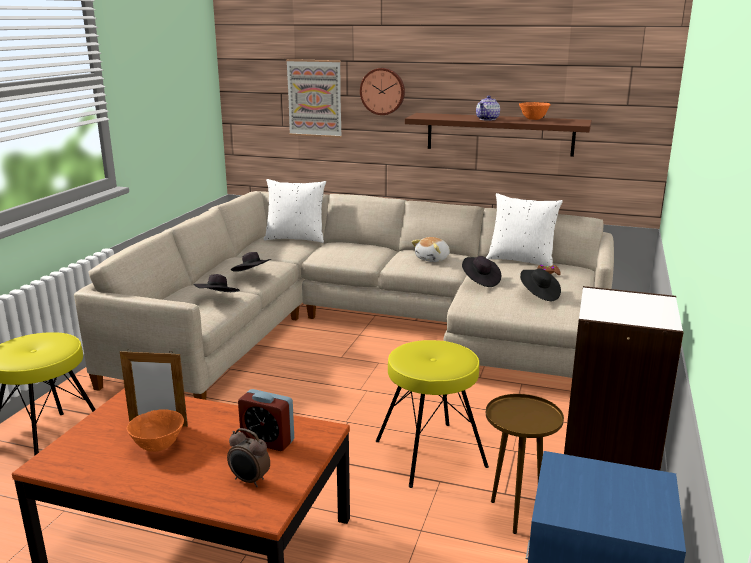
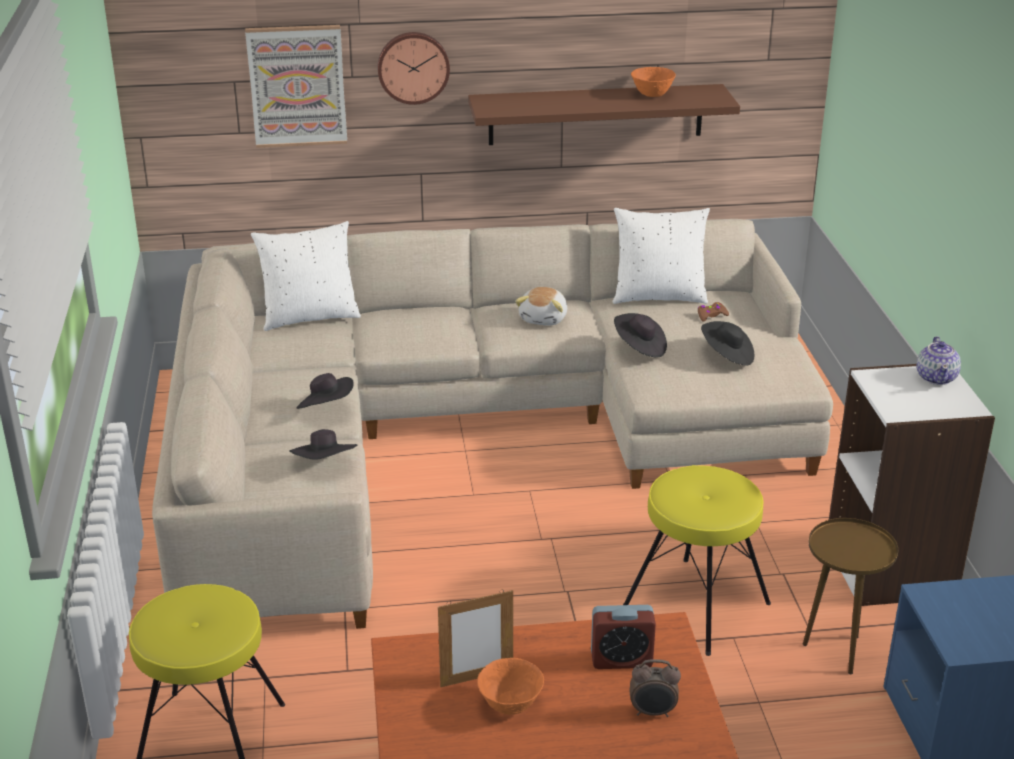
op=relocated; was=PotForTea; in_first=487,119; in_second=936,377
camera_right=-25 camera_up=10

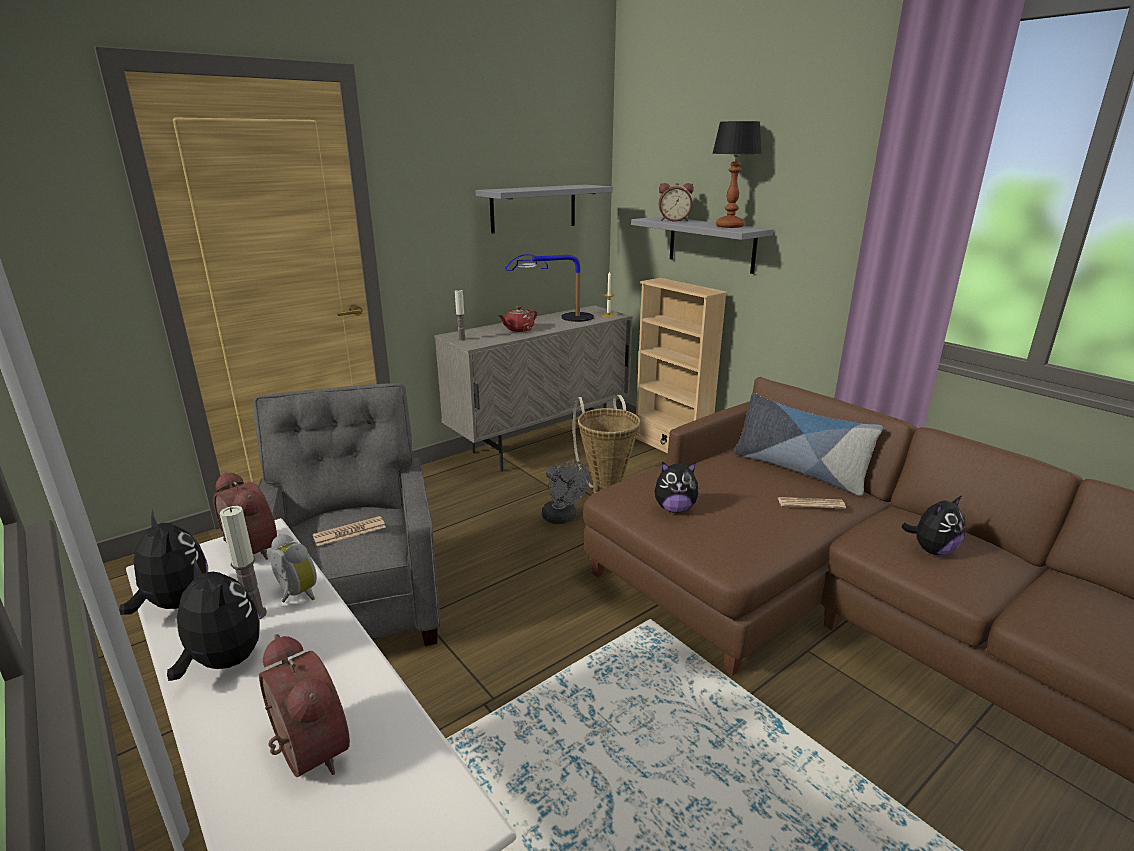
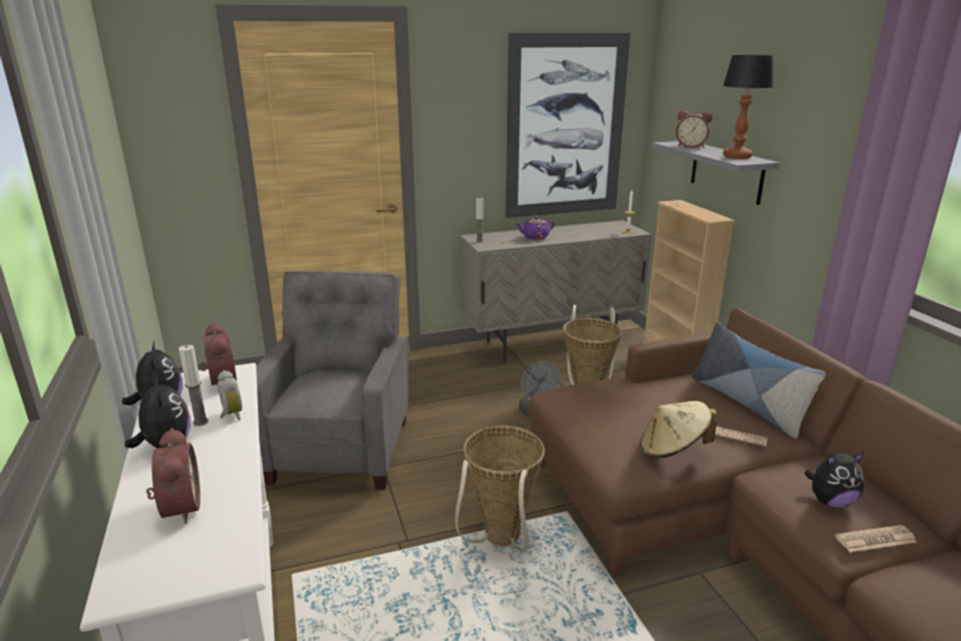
op=relocated; was=PrintedPaper; in_first=349,532; in_second=875,539
op=exchanged; was=GrayWallShelf; now=WallPicture; in_first=533,208; in_second=565,127
op=colour; was=RedPotForTea; now=PurpleColouredPotForTea; in_first=518,329; in_second=535,237
op=missing; was=TabletopLamp; in_first=560,319
op=missing; was=SoftToy; in_first=674,509
op=appeared; now=HouseholdBasket; in_second=500,542
op=appeared; now=BeigeColouredClothingHat; in_second=672,450
camera_right=20 camera_up=0

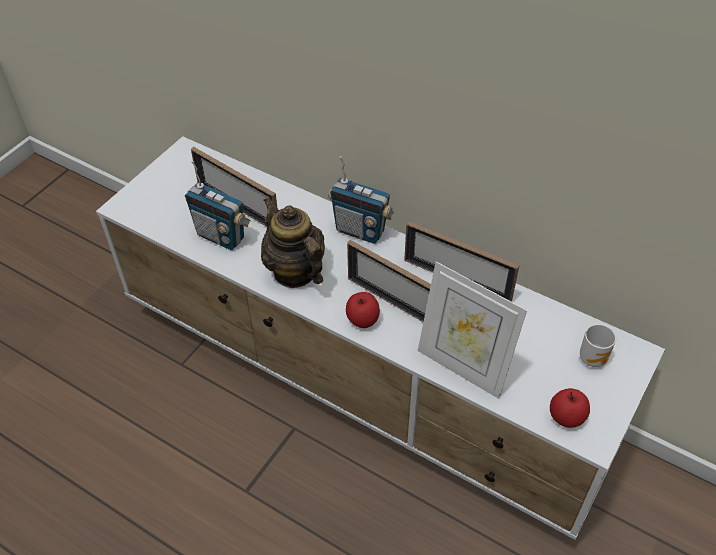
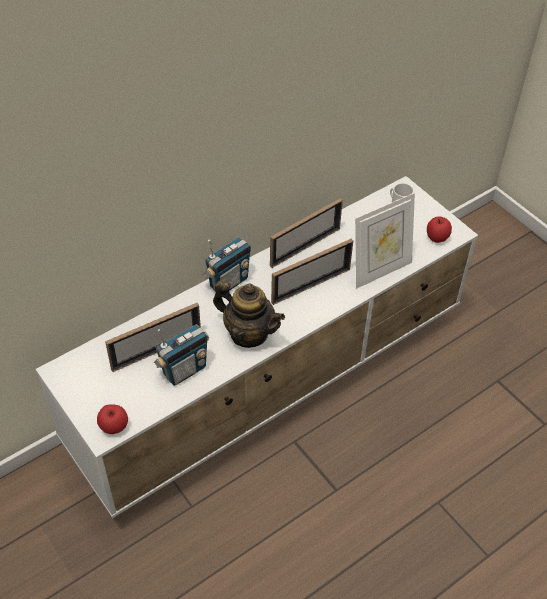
op=spun; was=PotForTea; in_first=295,271; in_second=249,333; clockwise=-135
op=relocated; was=AppleFruit; in_first=362,319; in_second=114,426
camera_right=-70 camera_up=0

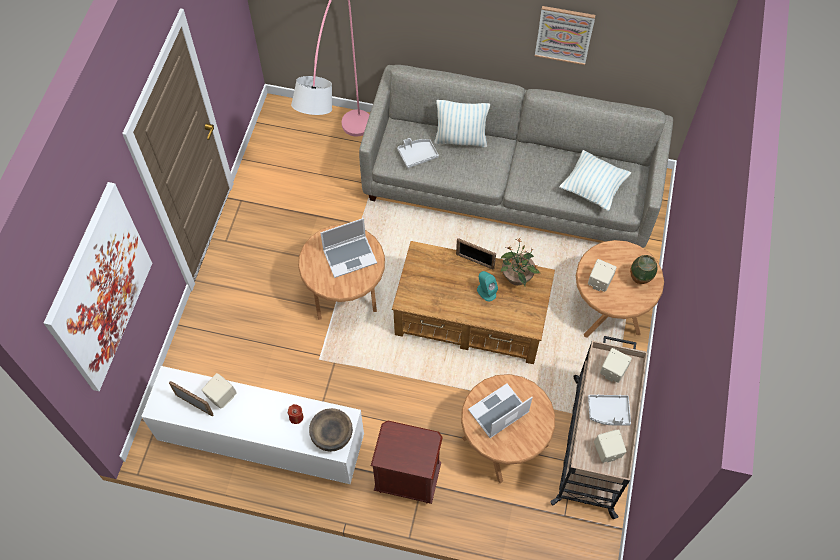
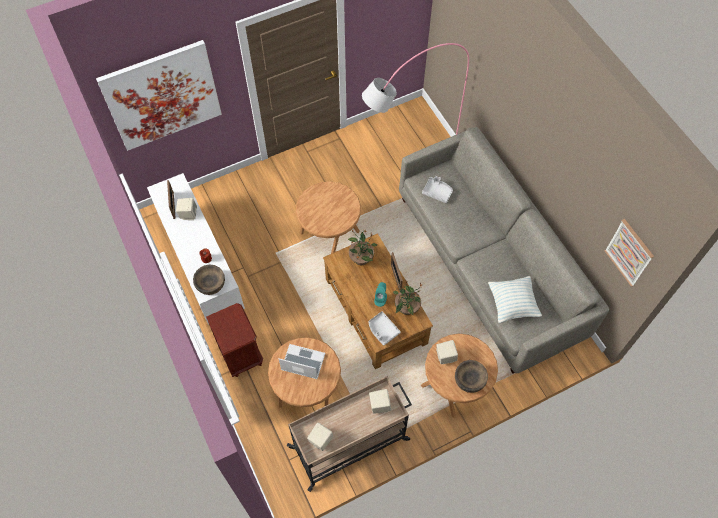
op=missing; was=NotebookComputer; in_first=350,256
op=missing; was=Pillow; in_first=461,139
op=relocated; was=WallPicture; in_first=564,34; in_second=629,252
op=relocated; was=GrayTray; in_first=608,412; in_second=382,330
op=exchanged; was=Vase; now=BrownishDeepDish; in_first=639,280; in_second=469,380
op=appeared; now=PlantInAPot; in_second=361,258
camera_right=50 camera_up=0

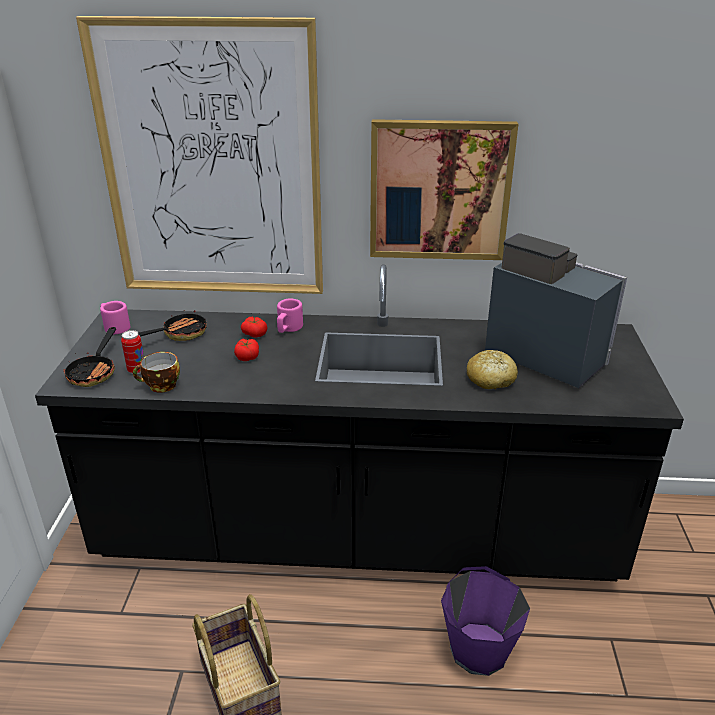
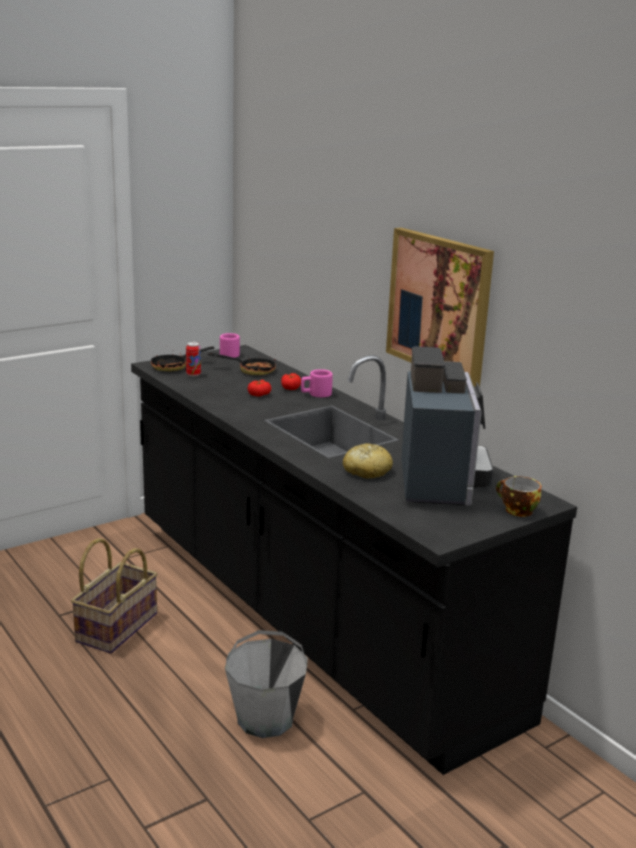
op=missing; was=WallPicture; in_first=212,165
op=relocated; was=SmallCup; in_first=161,386; in_second=516,510
op=colour; was=PurpleColouredPail; now=GrayPail; in_first=478,649; in_second=265,718
camera_right=50 camera_up=-10

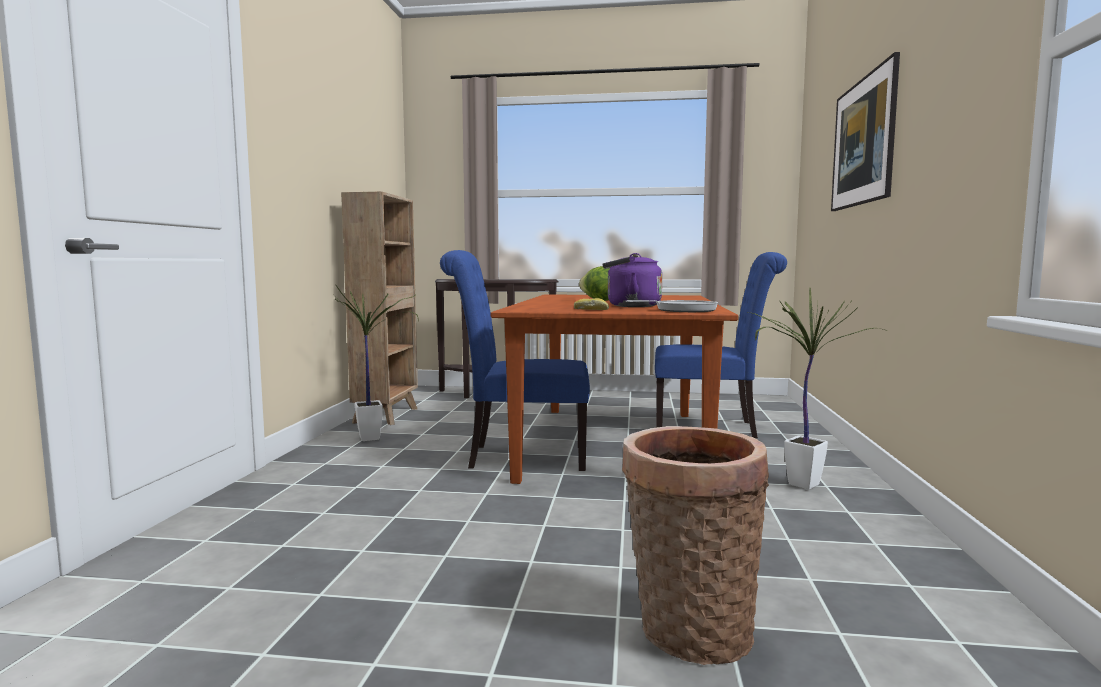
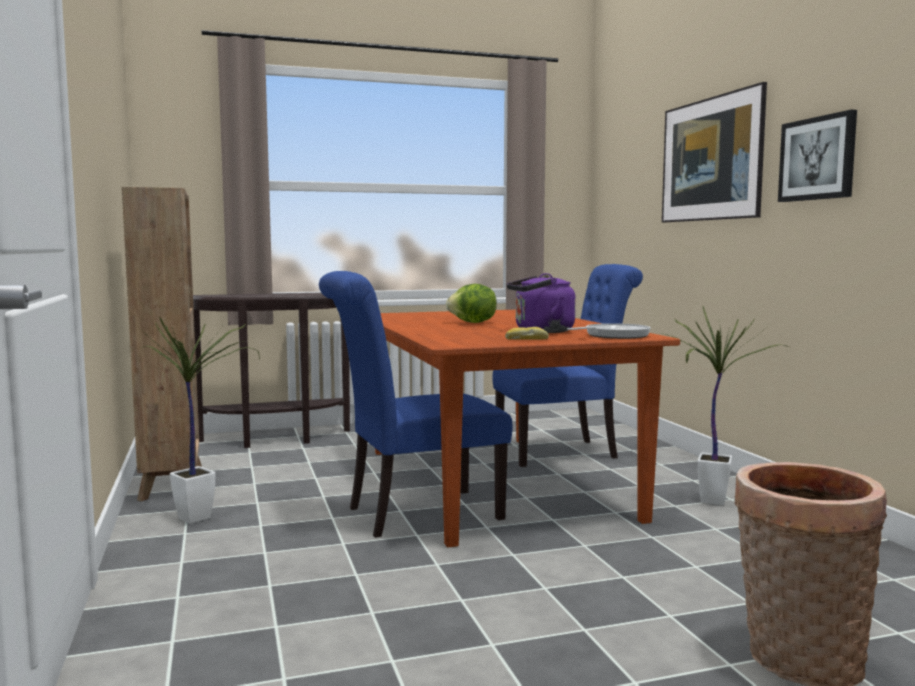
op=appeared; now=WallPicture; in_second=818,158
camera_right=-25 camera_up=0

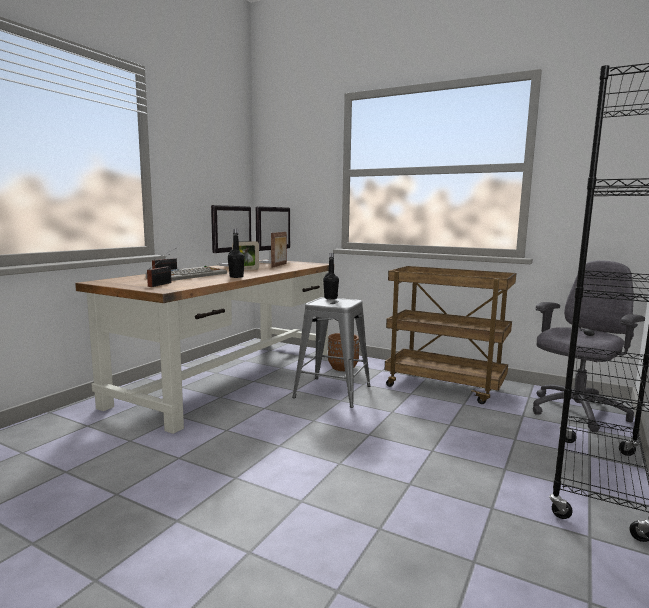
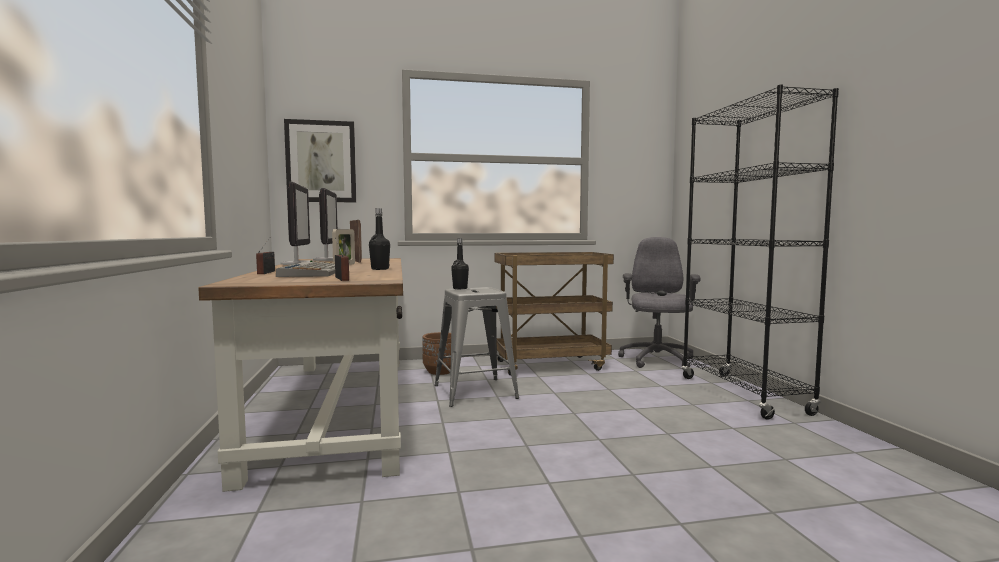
op=appeared; now=WallPicture; in_second=321,162
camera_right=-40 camera_up=-5

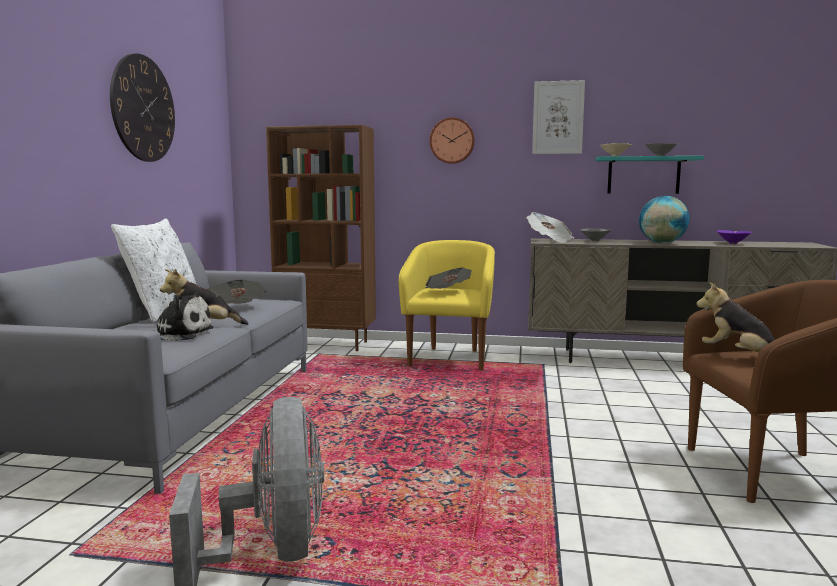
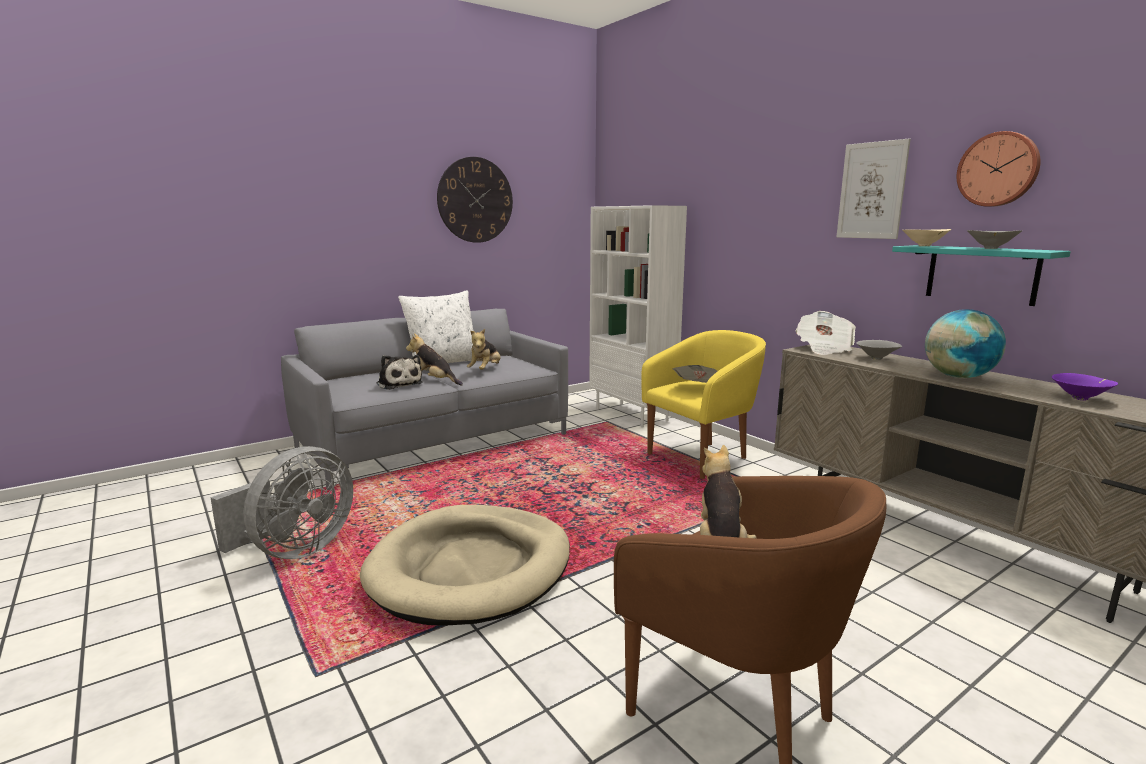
op=exchanged; was=PrintedPaper; now=SoftToy; in_first=237,308; in_second=485,370
op=colour; was=BrownishBookcase; now=WhiteColouredBookcase; in_first=327,344; in_second=632,414
op=relocated; was=WallClock; in_first=452,140; in_second=998,169
op=appeared; now=BeigeColouredPetBed; in_second=471,568
camera_right=45 camera_up=5

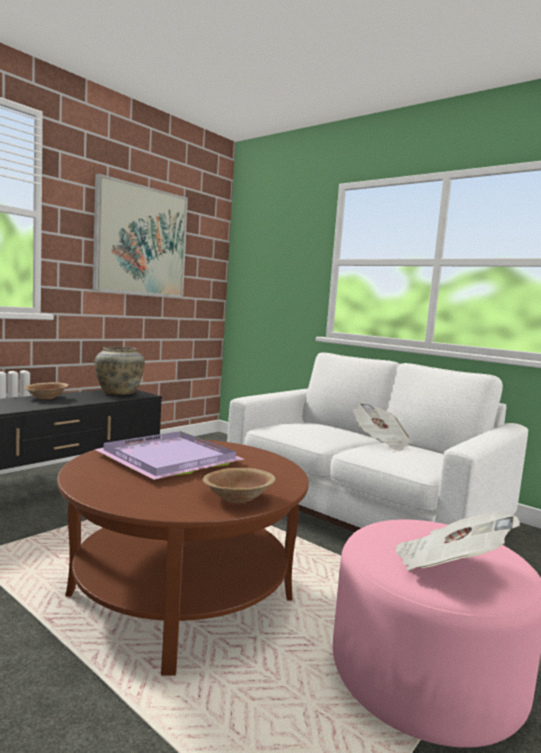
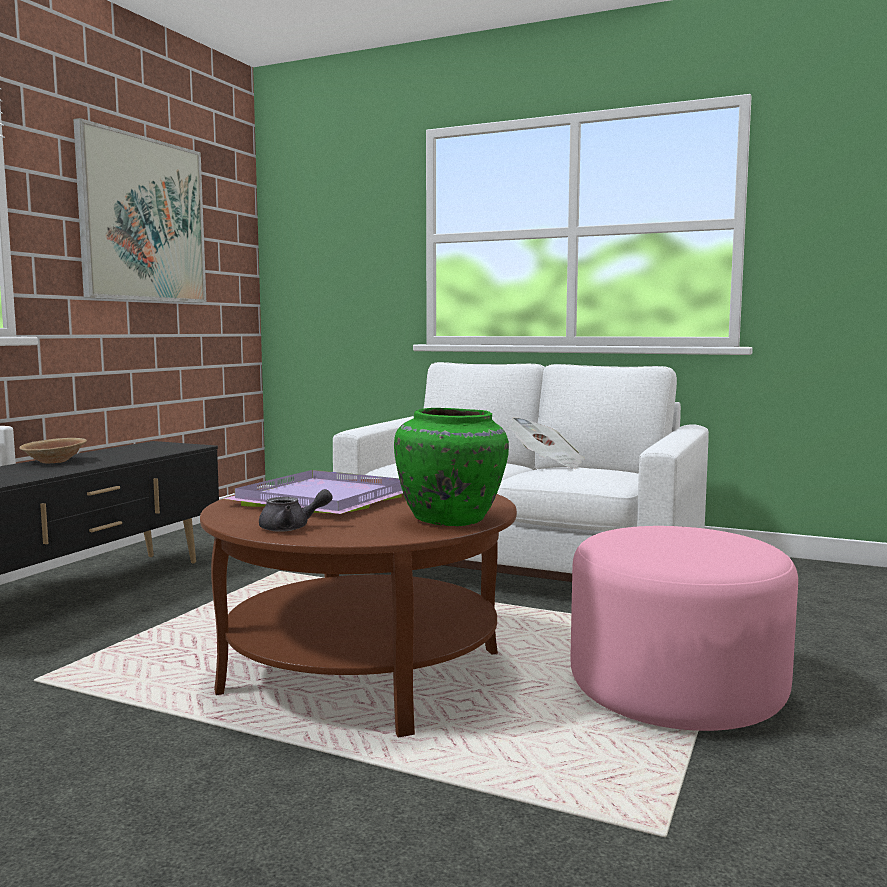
op=missing; was=BeigeColouredVase; in_first=119,393
op=exchanged; was=BrownishDeepDish; now=GreenVase; in_first=237,498; in_second=451,520
op=missing; was=PrintedPaper; in_first=447,567
op=appeared; now=GrayPotForTea; in_second=291,528
camera_right=-15 camera_up=0

